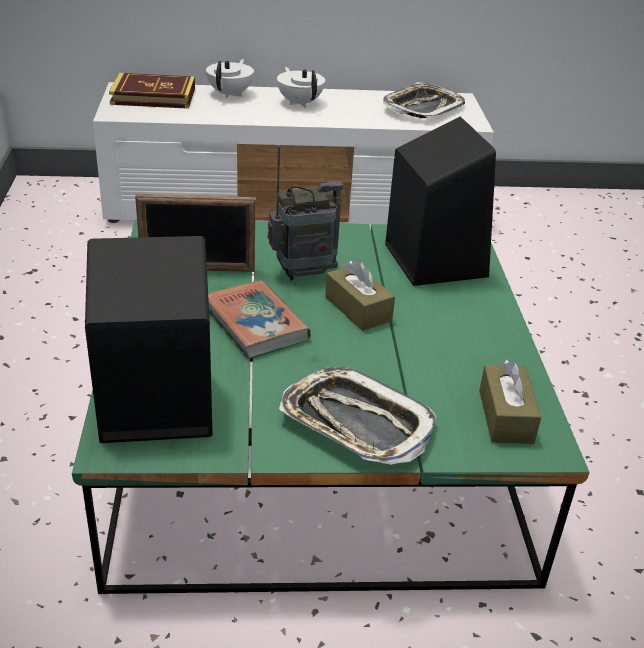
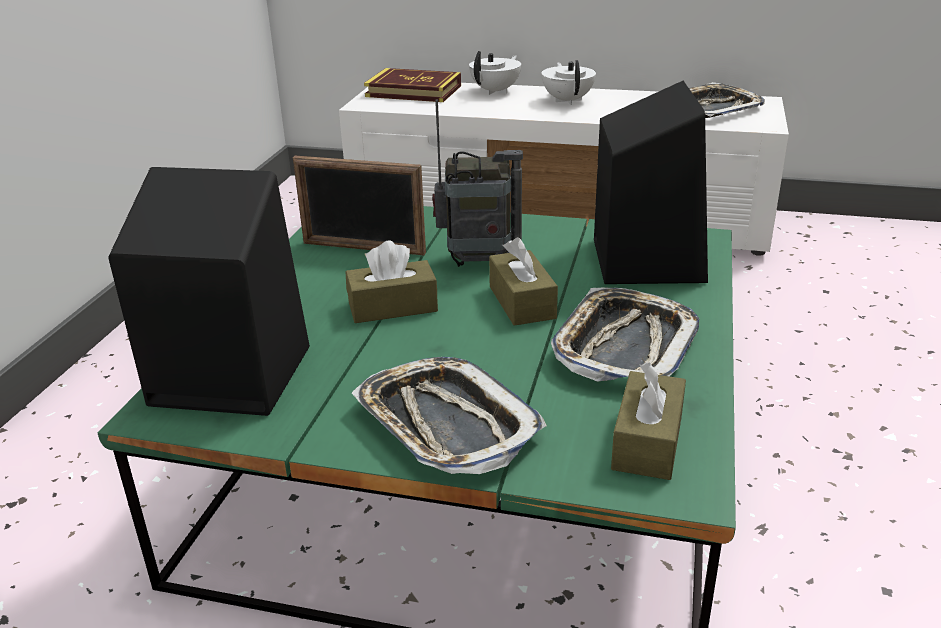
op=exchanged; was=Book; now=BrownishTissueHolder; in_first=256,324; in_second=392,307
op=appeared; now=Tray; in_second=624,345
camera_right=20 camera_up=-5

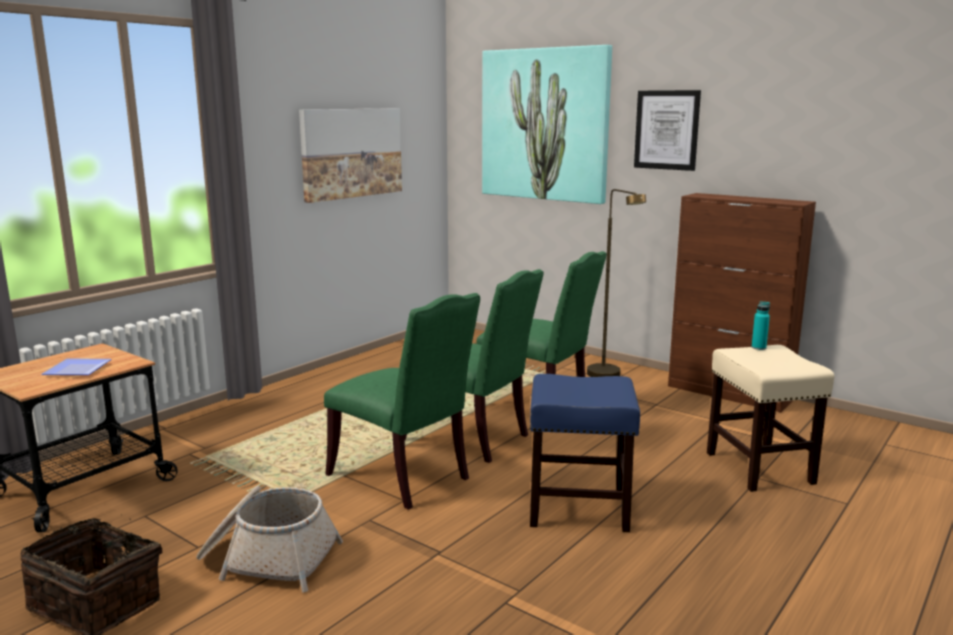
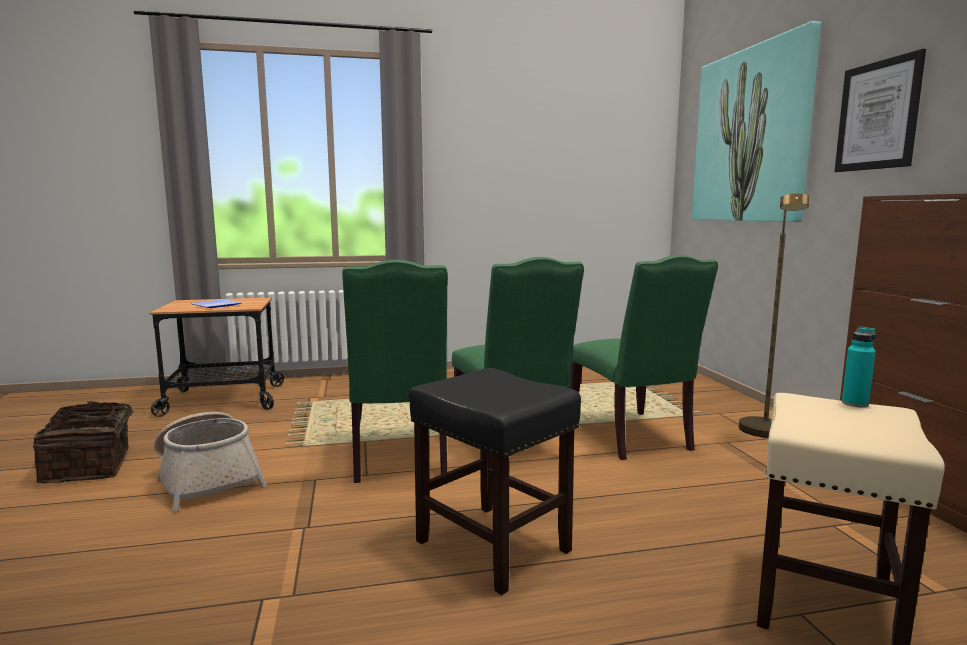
op=missing; was=WallPicture; in_first=351,153
op=colour; was=BlueStoolSeat; now=BlackStoolSeat; in_first=580,509; in_second=494,546
camera_right=40 camera_up=-5

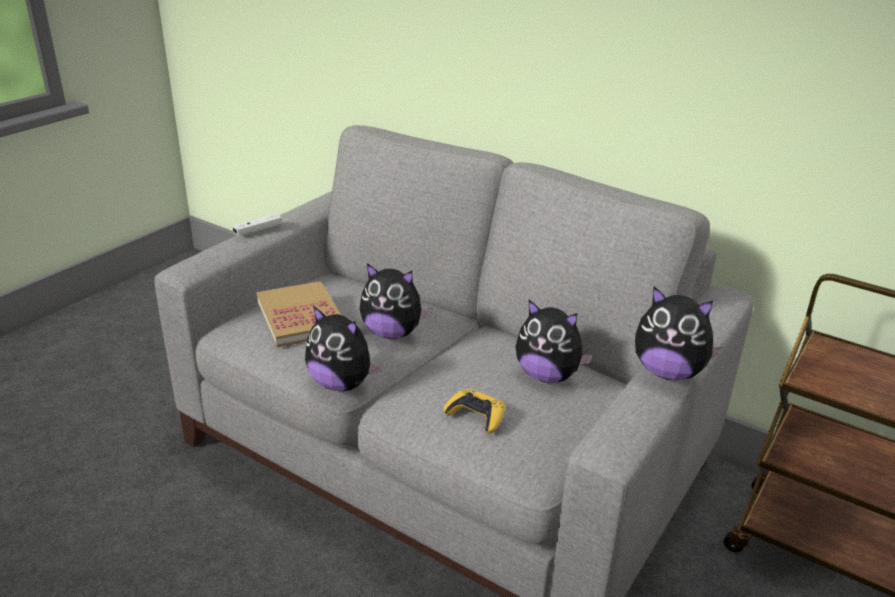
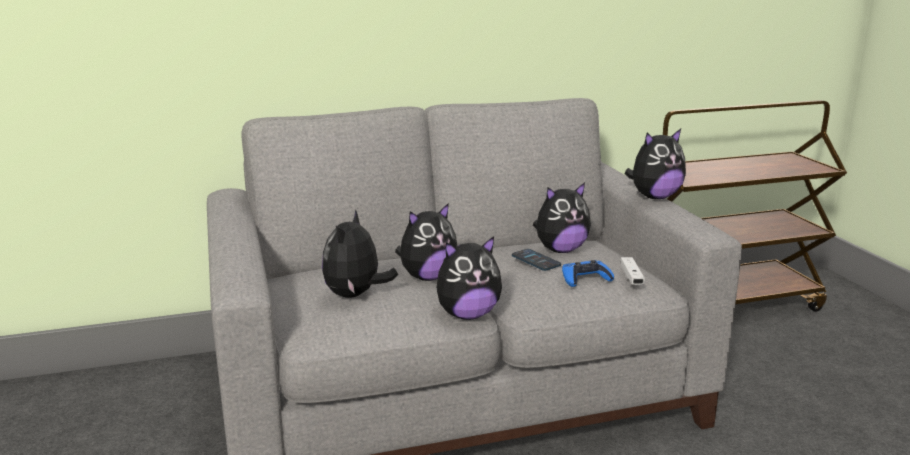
op=relocated; was=WhiteColouredGameController; in_first=258,230; in_second=631,277
op=exchanged; was=Book; now=SoftToy; in_first=300,317; in_second=355,295
op=colour; was=YellowishGameController; now=BlueGameController; in_first=476,415; in_second=585,279
op=appeared; now=Telephone; in_second=536,260
camera_right=-50 camera_up=-10

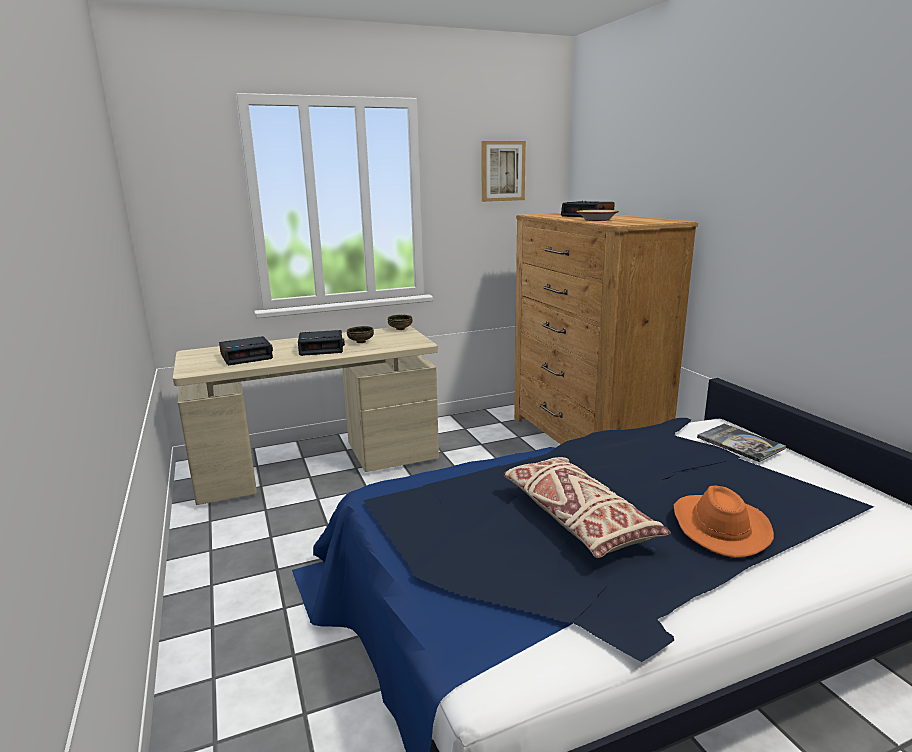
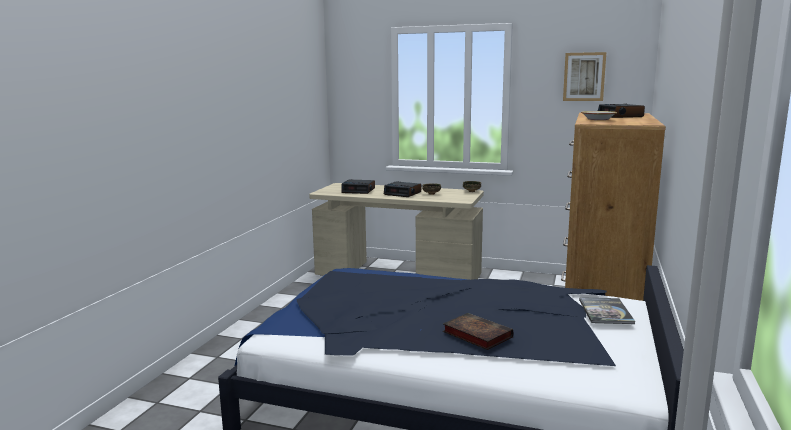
op=missing; was=BeigeColouredPillow; in_first=576,518
op=exchanged; was=OrangeClothingHat; now=Book; in_first=718,527; in_second=475,334
camera_right=40 camera_up=-5

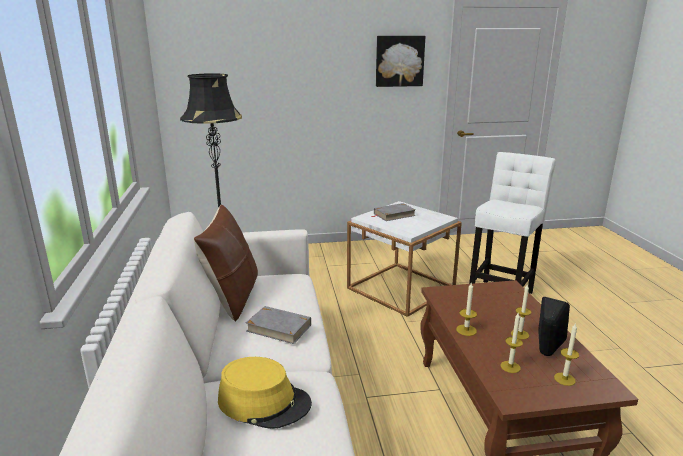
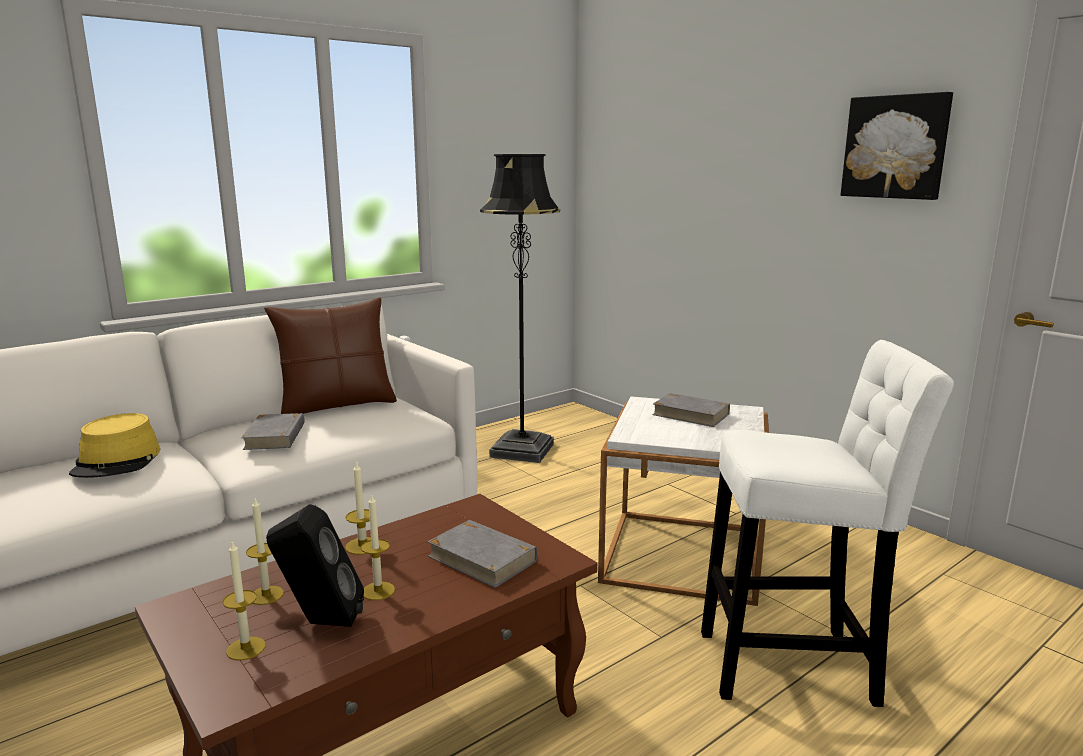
op=appeared; now=GrayBook; in_second=482,558
camera_right=60 camera_up=-5

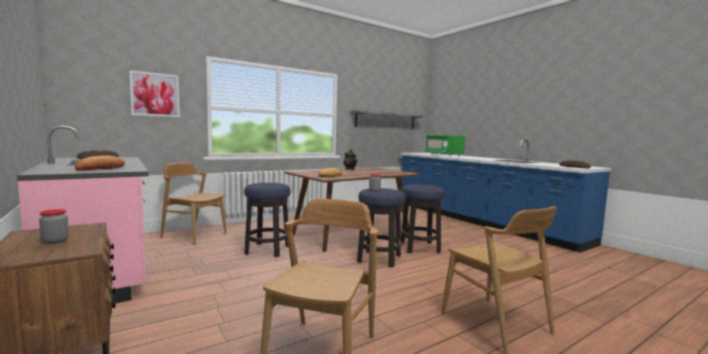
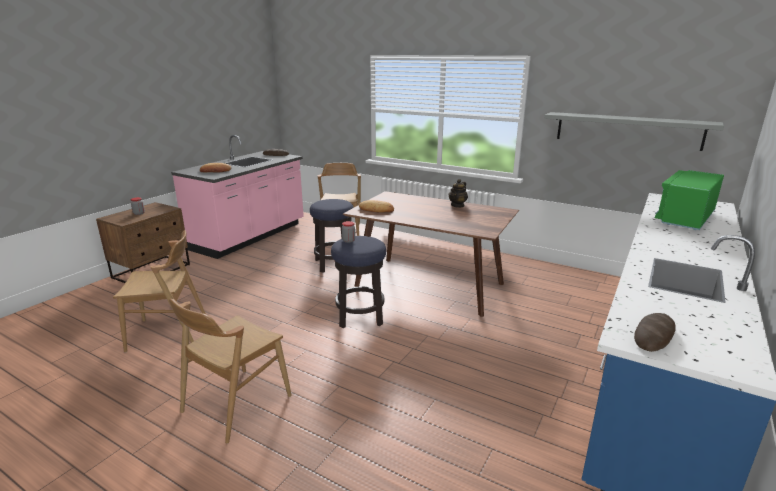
op=missing; was=WallPicture; in_first=155,94
op=missing; was=StoolSeat; in_first=419,248
camera_right=65 camera_up=15

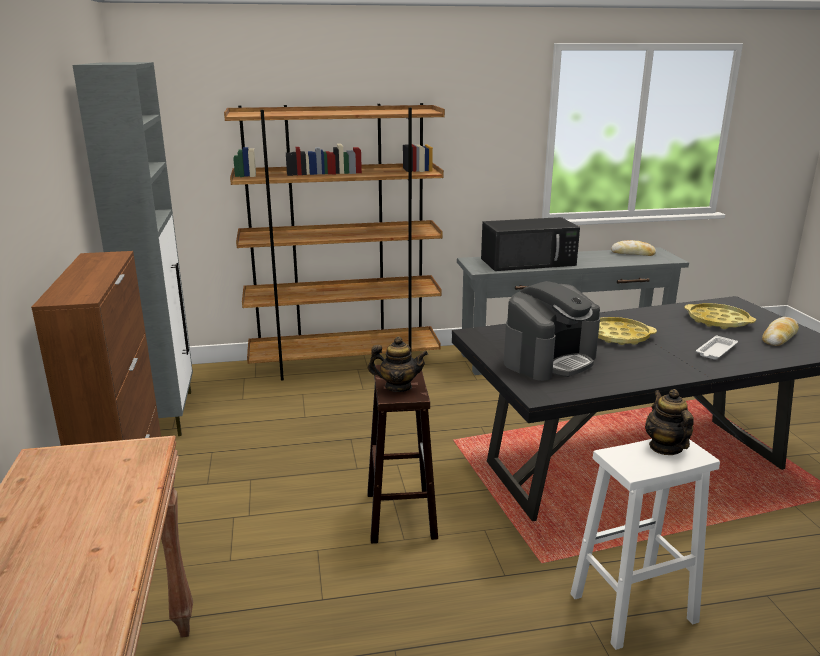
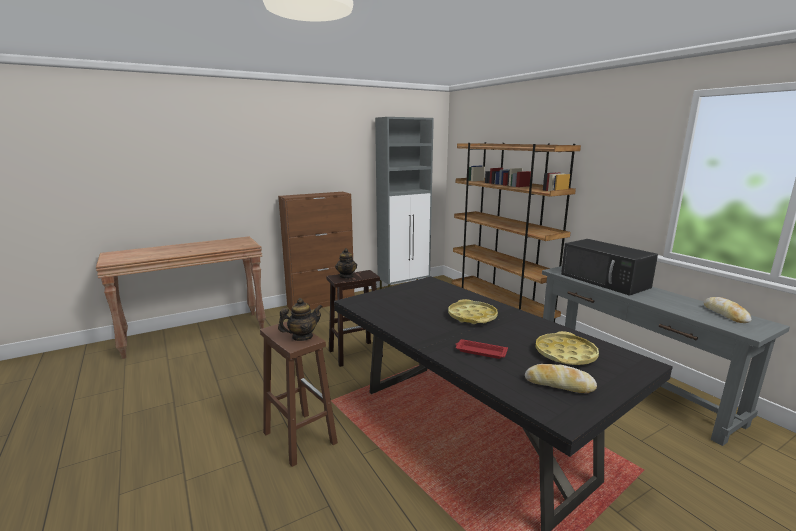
op=missing; was=CoffeeMachine; in_first=549,360
op=colour; was=WhiteColouredStoolSeat; now=BrownishStoolSeat; in_first=631,609; in_second=299,437
op=colour; was=WhiteColouredTray; now=RedTray; in_first=715,351; in_second=480,351
camera_right=70 camera_up=-5

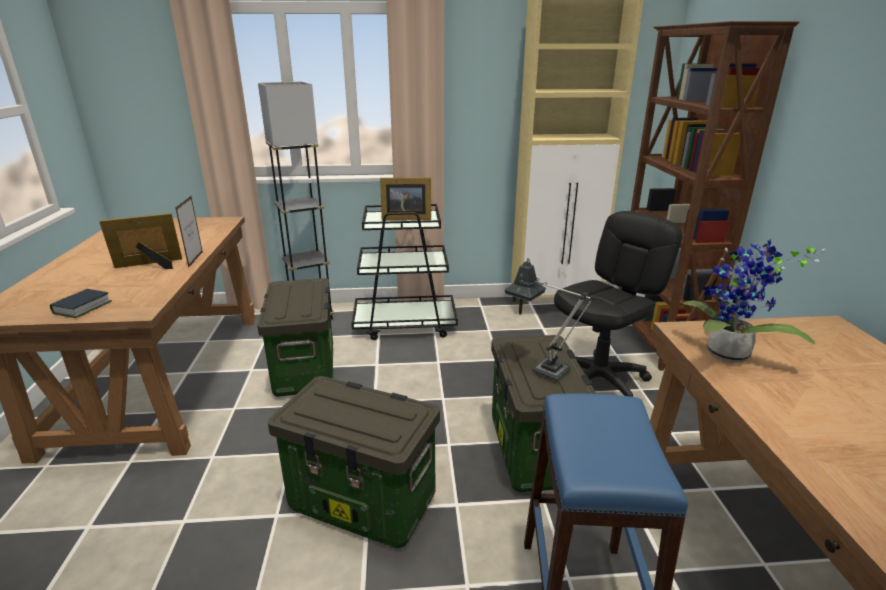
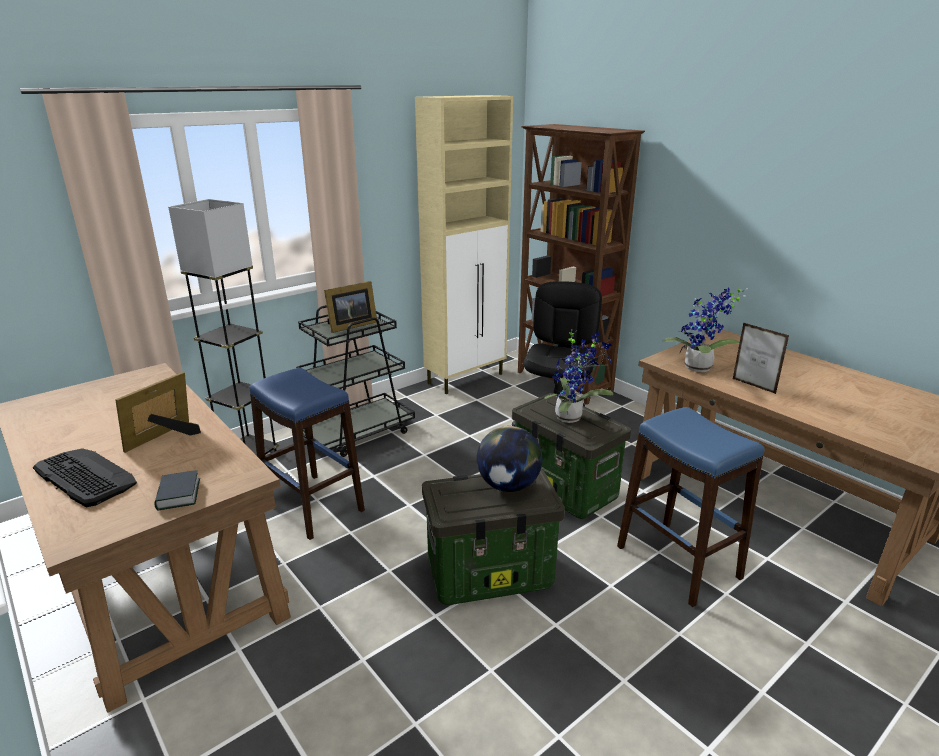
op=relocated; was=PhotoFrame; in_first=195,259; in_second=753,386
op=exchanged; was=StorageBox; now=BlueStoolSeat; in_first=306,371; in_second=313,505
op=exchanged; was=TabletopLamp; now=PlantInAPot; in_first=543,367; in_second=572,417
op=appeared; now=PcKeyboard; in_second=85,476
op=appeared; now=DeskGlobe; in_second=508,486
camera_right=-35 camera_up=0

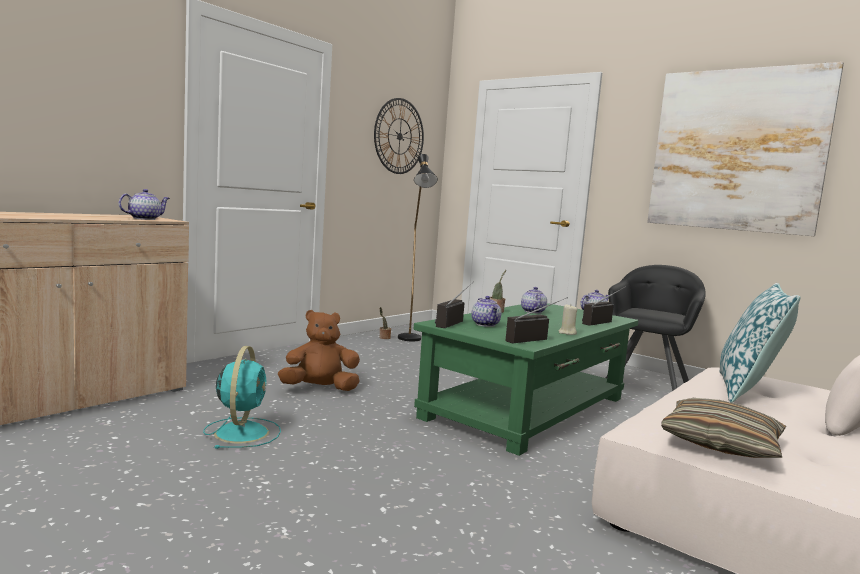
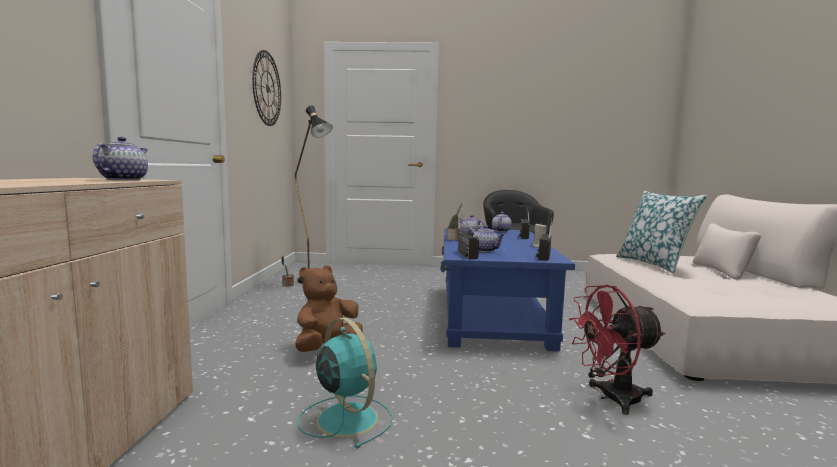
op=colour; was=GreenLowTable; now=BlueLowTable; in_first=526,408; in_second=491,314
op=missing; was=WallPicture; in_first=736,150
op=missing; was=Pillow; in_first=721,443
op=appeared; now=RedCoolingFan; in_second=611,398
camera_right=-35 camera_up=0

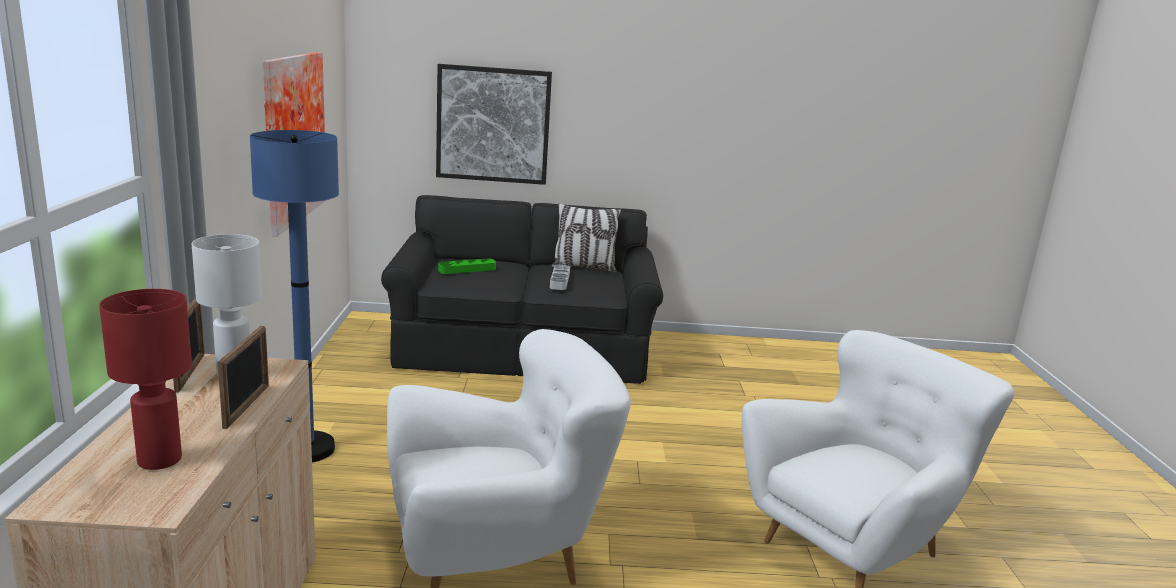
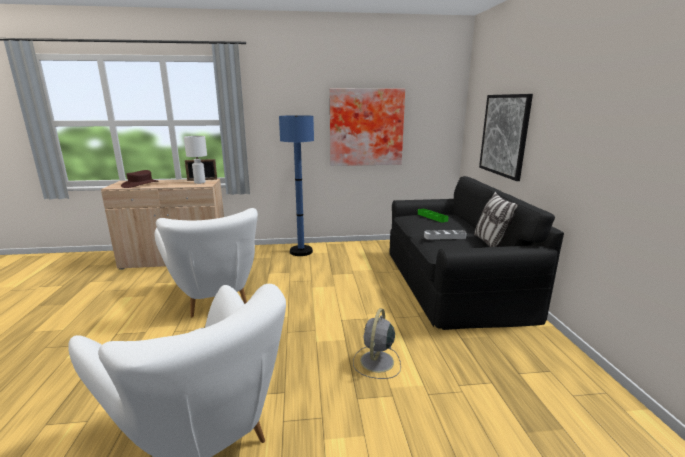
op=exchanged; was=RedTabletopLamp; now=BrownishClothingHat; in_first=161,460; in_second=140,184
op=missing; was=PhotoFrame; in_first=247,406
op=appeared; now=GrayCoolingFan; in_second=376,362
camera_right=85 camera_up=0

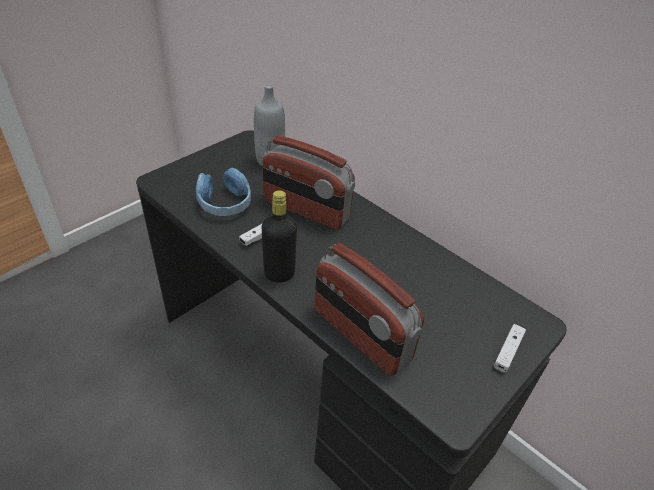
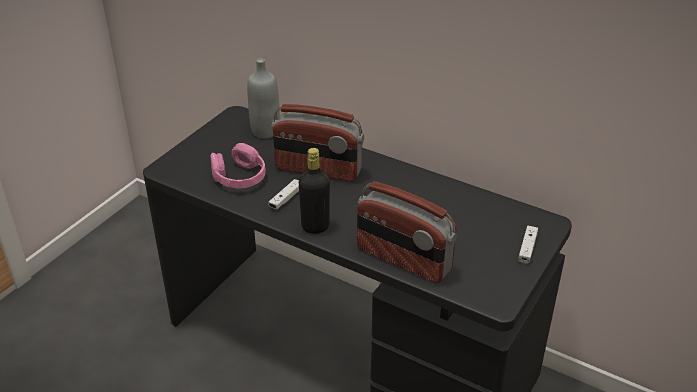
op=colour; was=BlueHeadset; now=PinkishHeadset; in_first=224,203; in_second=239,177
camera_right=-10 camera_up=-5

